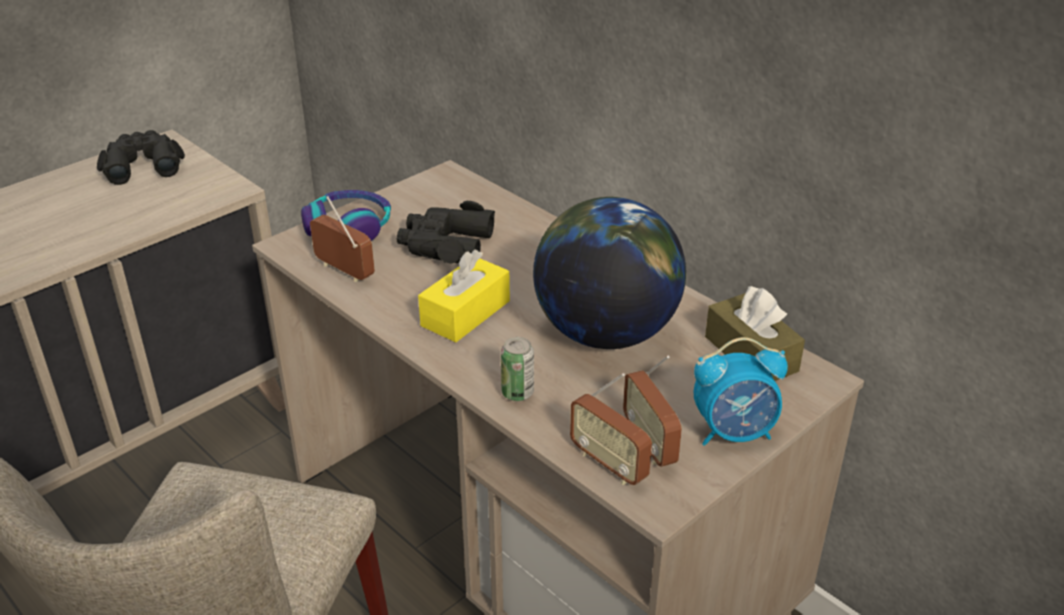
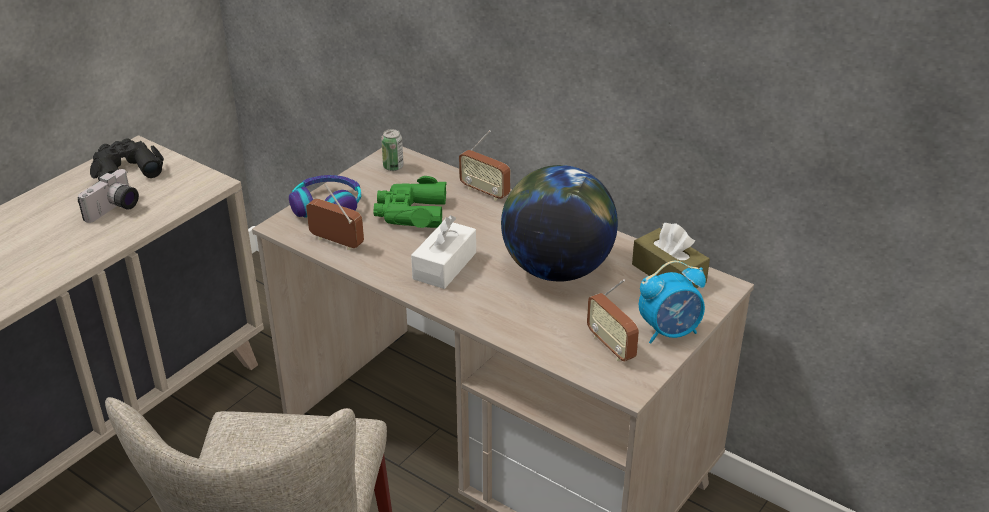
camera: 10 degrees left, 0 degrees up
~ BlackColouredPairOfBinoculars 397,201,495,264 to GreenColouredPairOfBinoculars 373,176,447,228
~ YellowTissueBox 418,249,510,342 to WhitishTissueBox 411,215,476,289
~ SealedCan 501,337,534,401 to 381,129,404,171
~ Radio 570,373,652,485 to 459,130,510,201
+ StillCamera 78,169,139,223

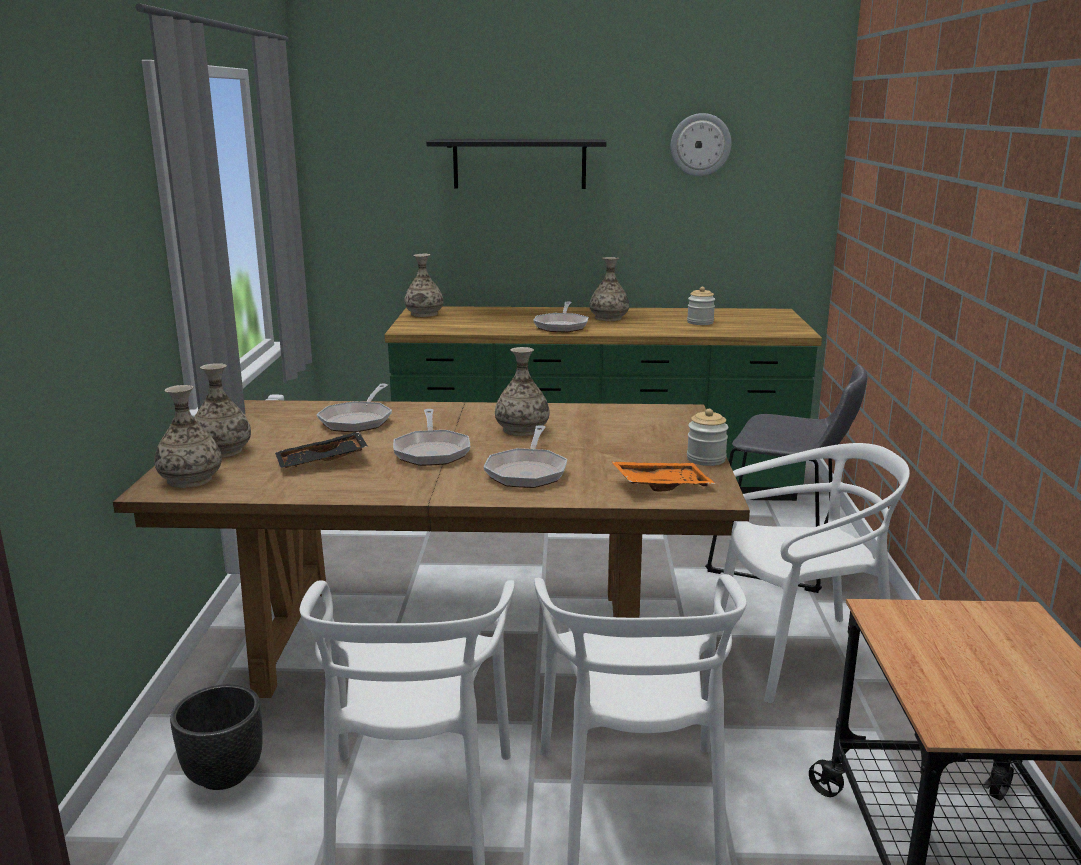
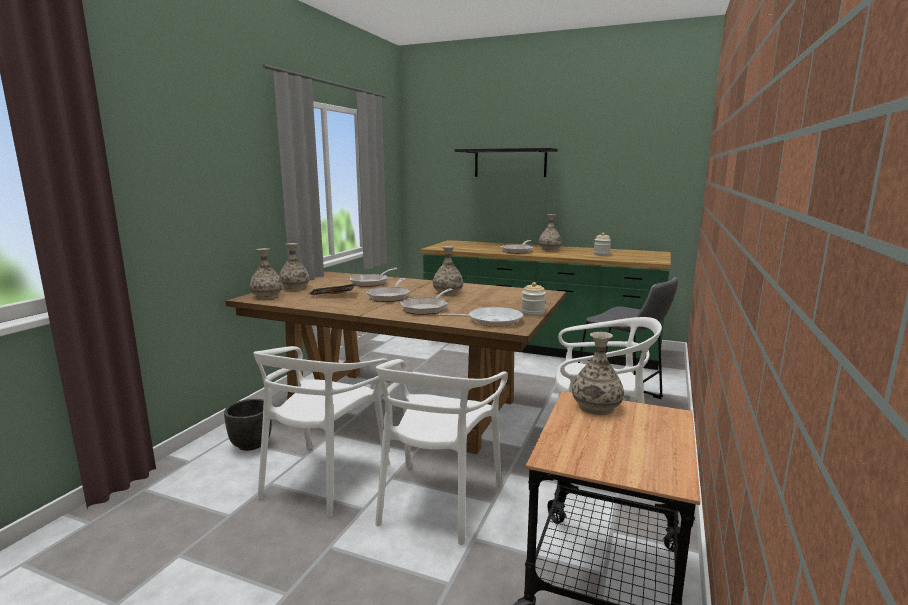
camera: 20 degrees right, 5 degrees down
- HangingClock 671,113,731,176
~ FlowerVase 404,254,443,317 to 572,332,624,415
~ OrangeColouredServingTray 611,461,715,491 to FryingPan 439,307,523,327

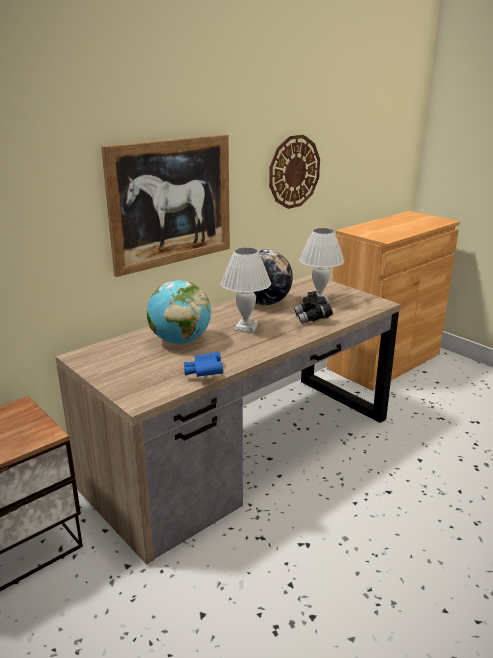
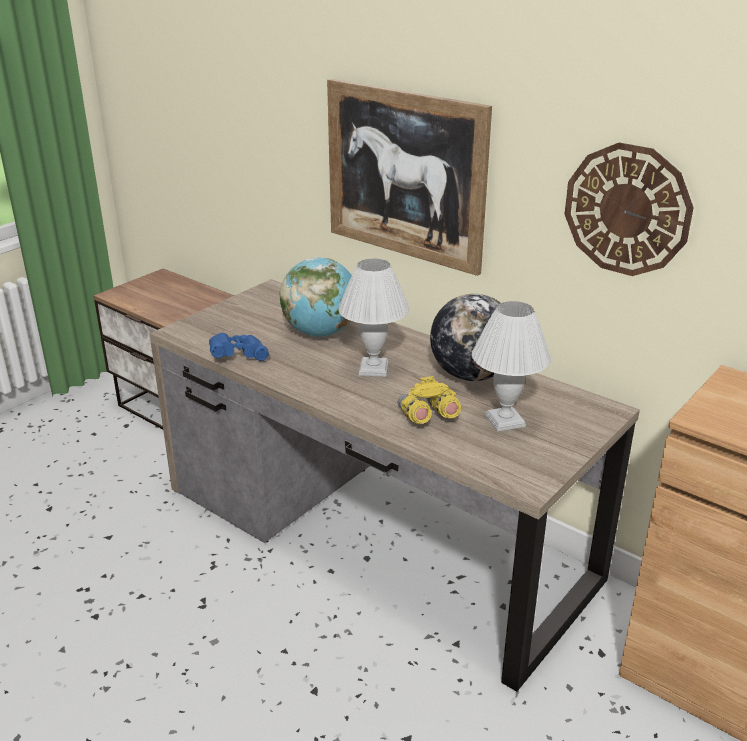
camera: 80 degrees right, 5 degrees up
~ BlackColouredPairOfBinoculars 294,291,333,324 to YellowPairOfBinoculars 398,376,461,424

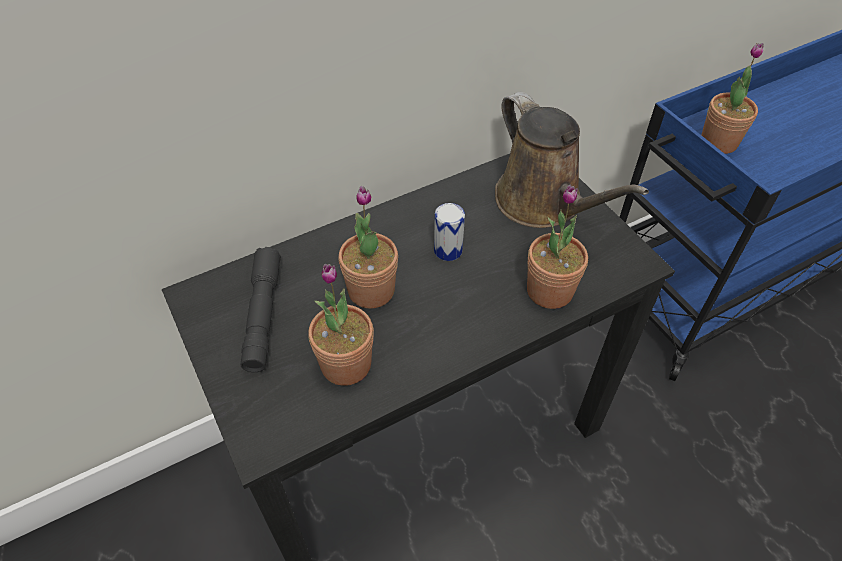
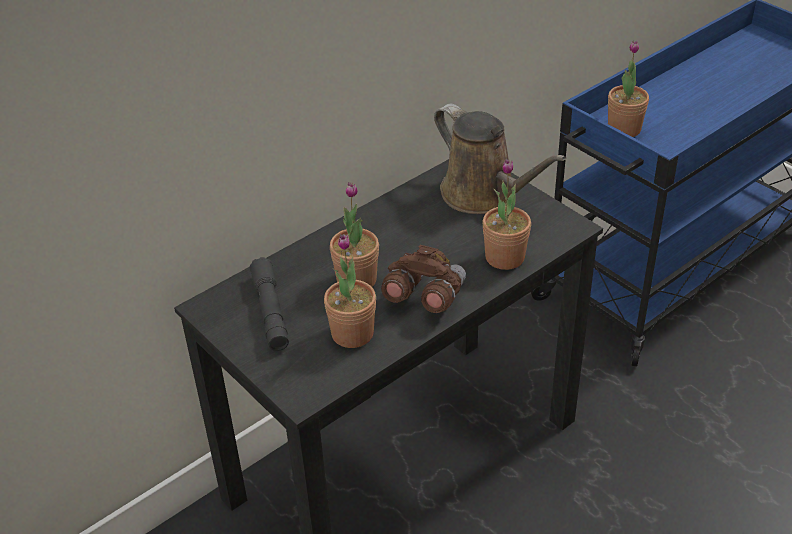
camera: 10 degrees left, 10 degrees down
- SealedCan 434,203,465,261
+ BrownishPairOfBinoculars 381,245,466,313

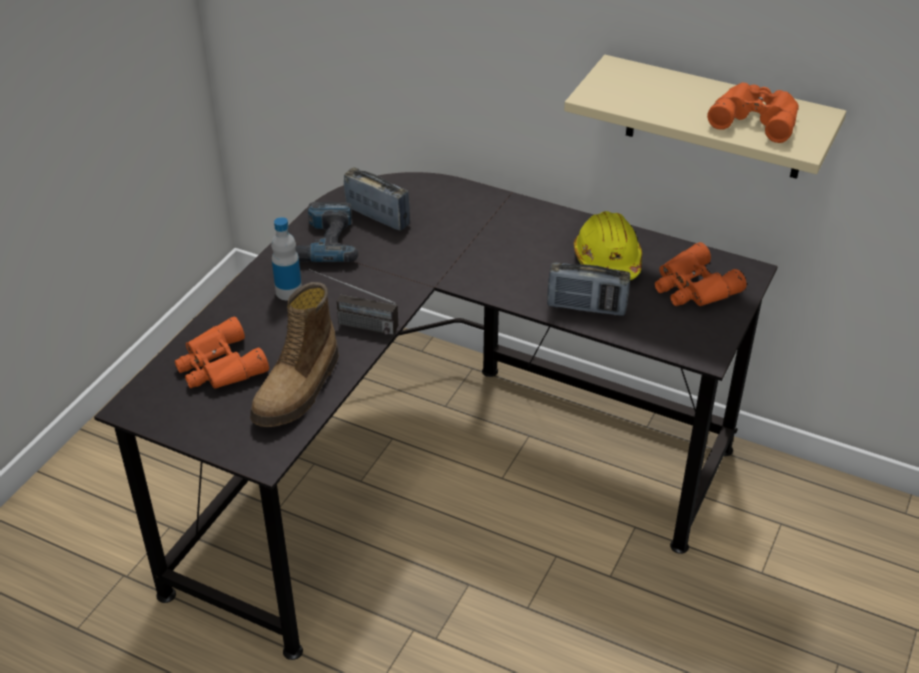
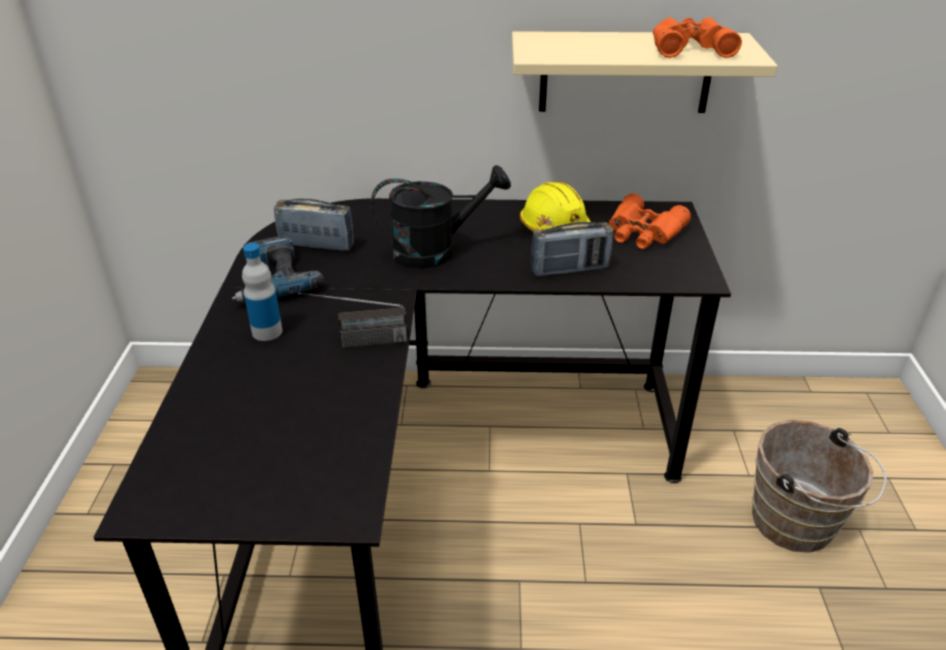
camera: 25 degrees left, 5 degrees down
- TallBoot 250,282,339,427
- OrangeColouredPairOfBinoculars 175,316,269,389
+ BlackColouredSprinklingCan 371,165,511,269
+ BrownishPail 752,420,886,553

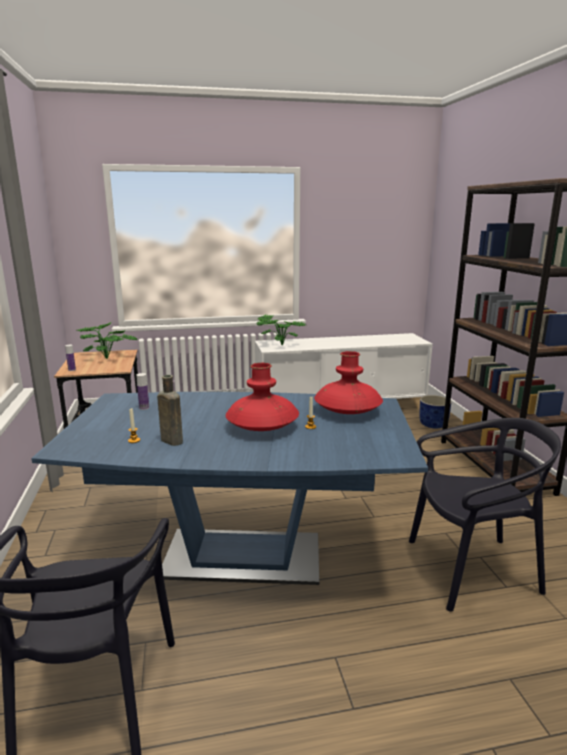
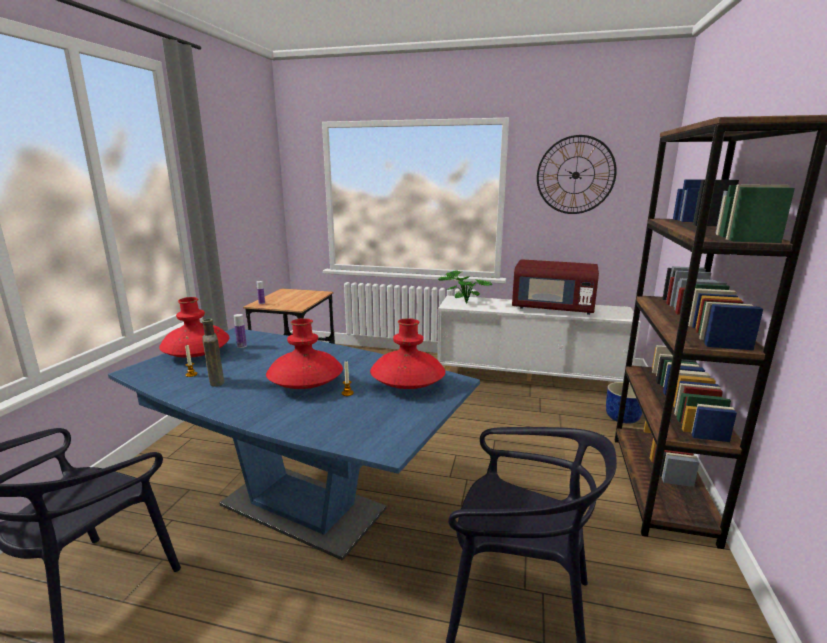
camera: 25 degrees right, 0 degrees up
- Houseplant 77,322,138,359
+ HangingClock 537,135,617,214
+ RedMicrowaveOven 512,259,599,315
+ RedFlowerVase 159,297,230,358

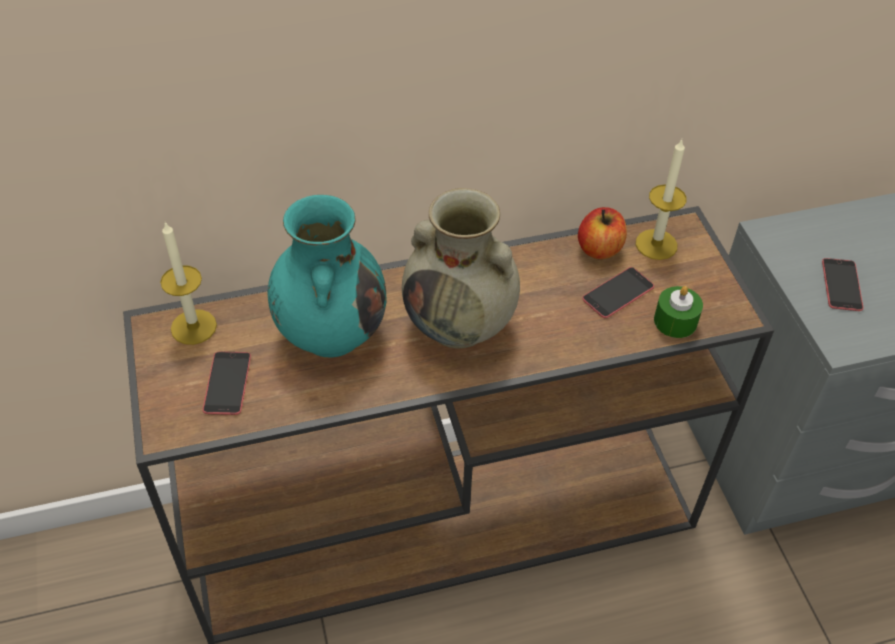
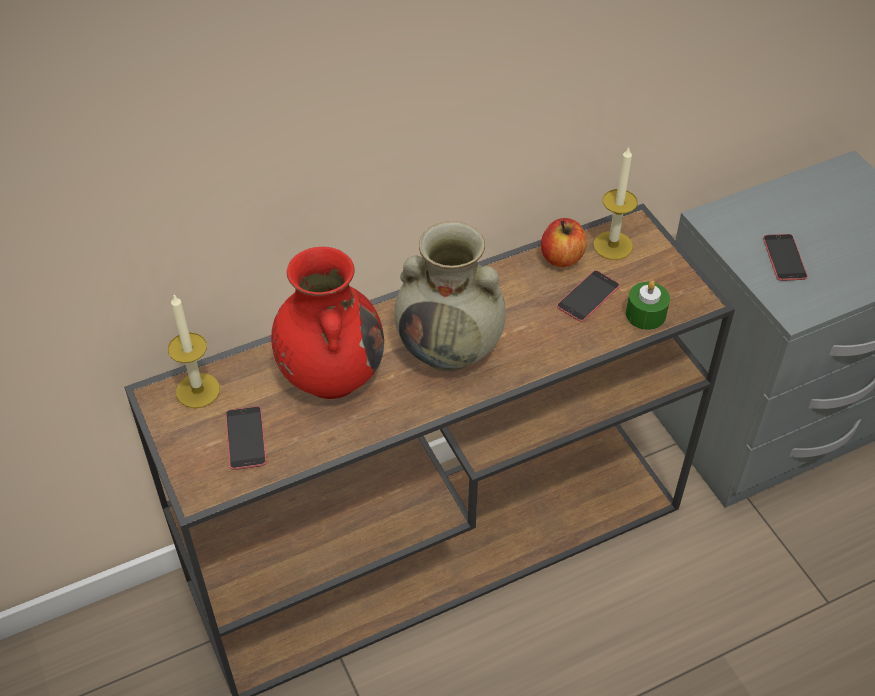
camera: 10 degrees left, 0 degrees up
~ TurquoiseFlowerVase 267,195,386,358 to RedFlowerVase 271,247,384,399

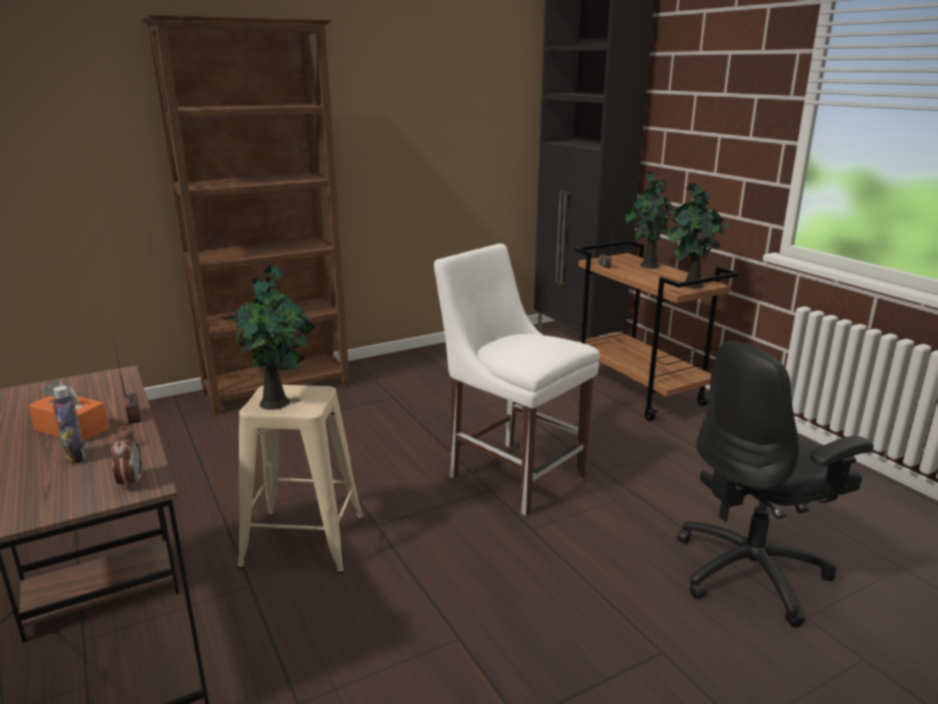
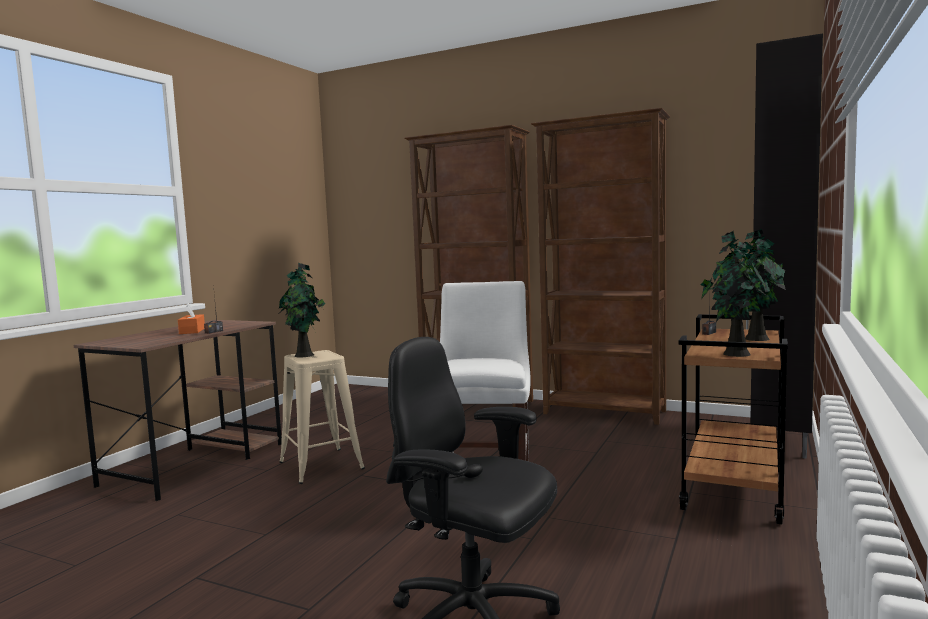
camera: 55 degrees right, 15 degrees down
- DrinkBottle 52,386,86,464
- BedsideClock 111,426,142,489
+ BrownishBookcase 531,108,670,425

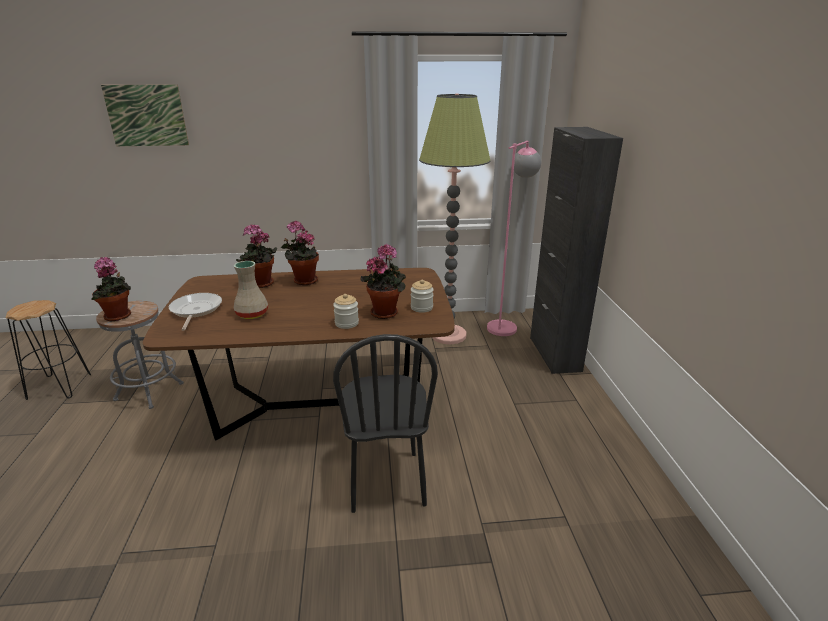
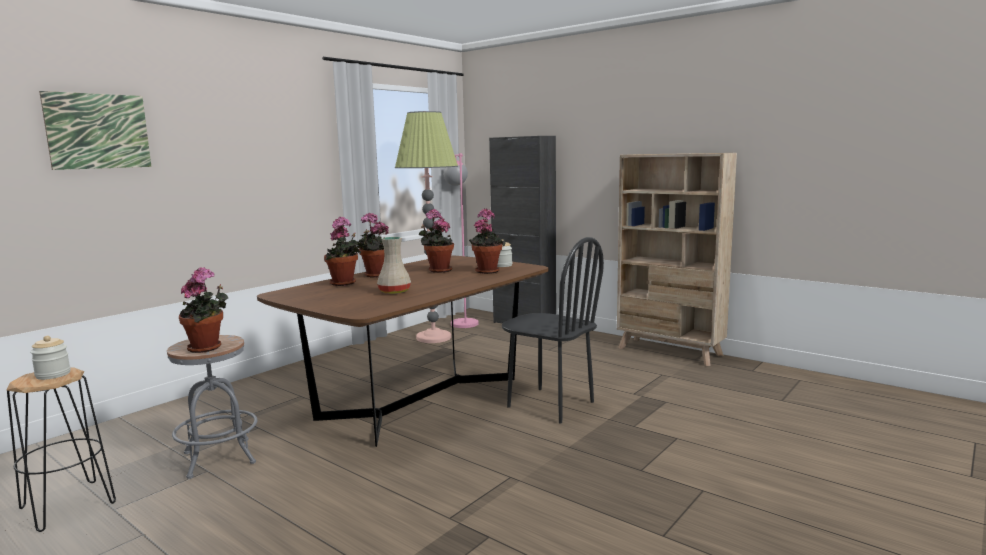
camera: 45 degrees left, 15 degrees down
- FryingPan 169,293,222,331
~ PreserveJar 333,294,359,329 to 30,336,71,380
+ SandColouredBookcase 617,153,737,366
+ Houseplant 419,209,454,273

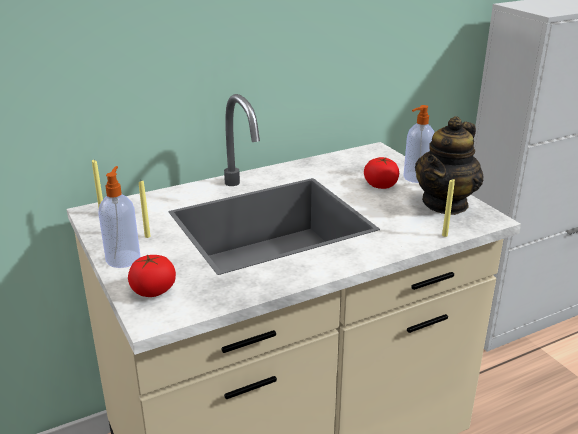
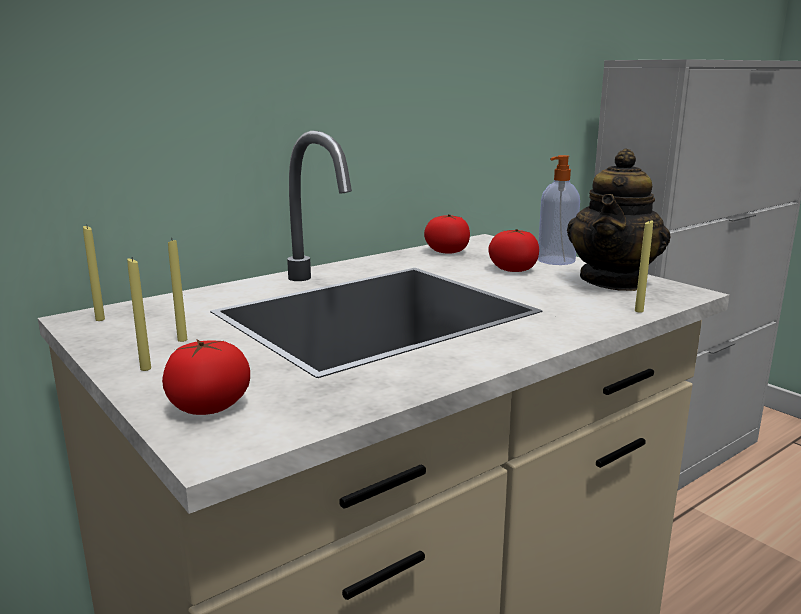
camera: 10 degrees left, 10 degrees down
~ LiquidSoapBottle 98,166,140,268 to YellowWaxCandle 127,258,151,371
+ Tomato 424,214,470,254

